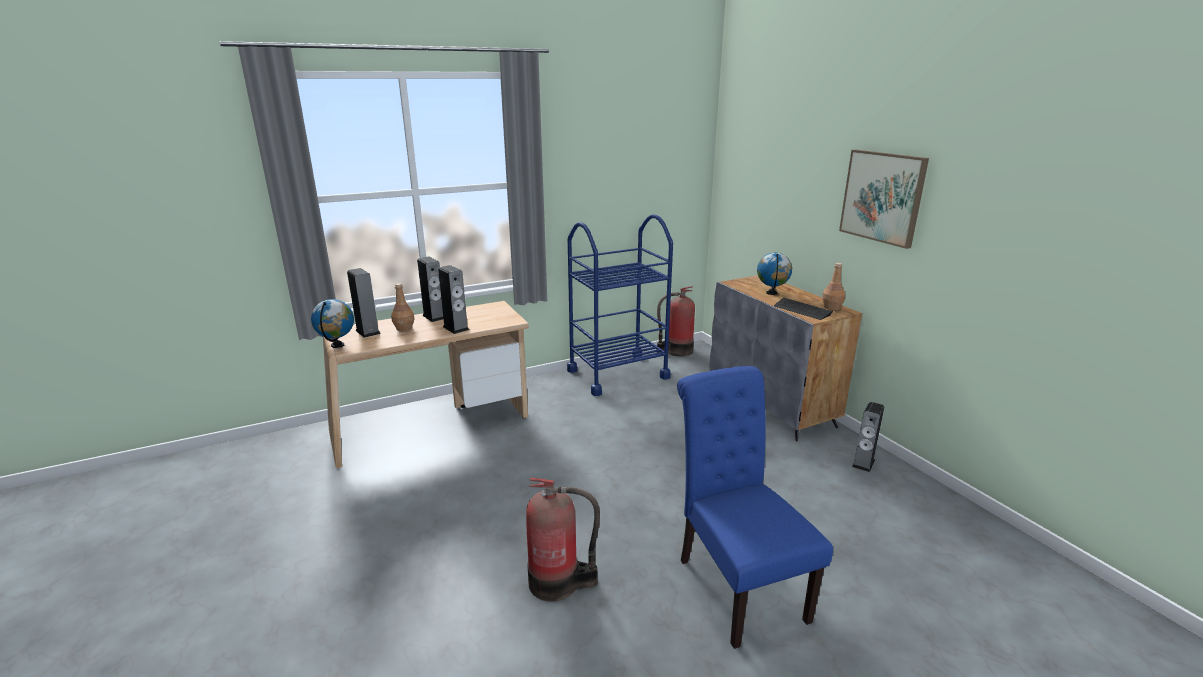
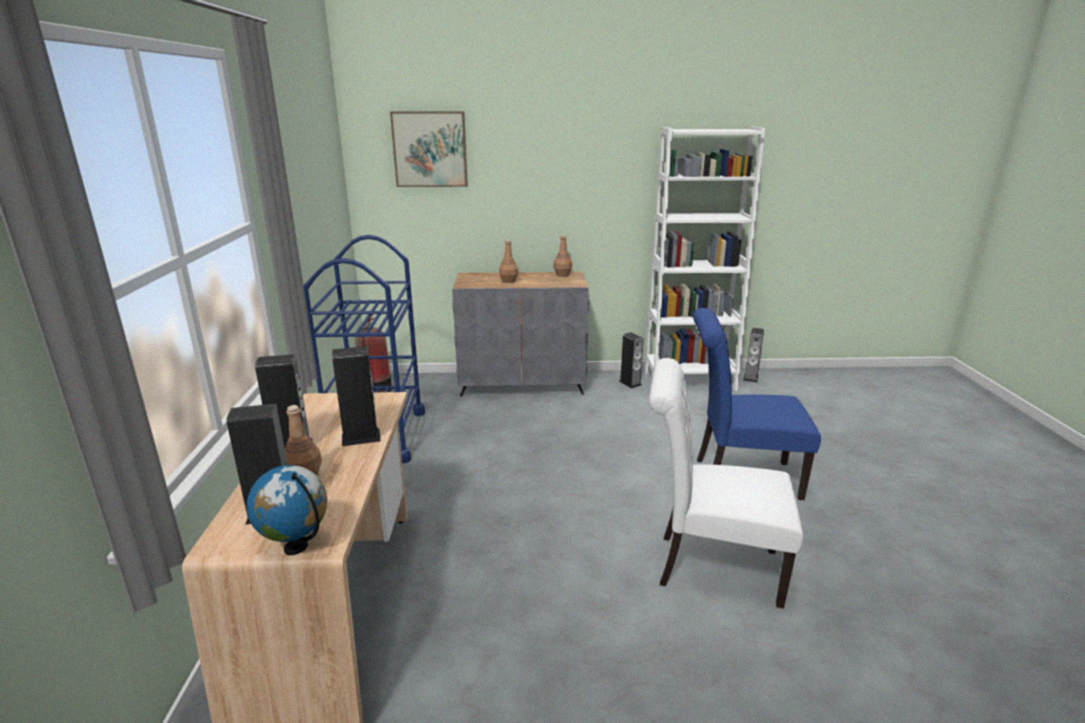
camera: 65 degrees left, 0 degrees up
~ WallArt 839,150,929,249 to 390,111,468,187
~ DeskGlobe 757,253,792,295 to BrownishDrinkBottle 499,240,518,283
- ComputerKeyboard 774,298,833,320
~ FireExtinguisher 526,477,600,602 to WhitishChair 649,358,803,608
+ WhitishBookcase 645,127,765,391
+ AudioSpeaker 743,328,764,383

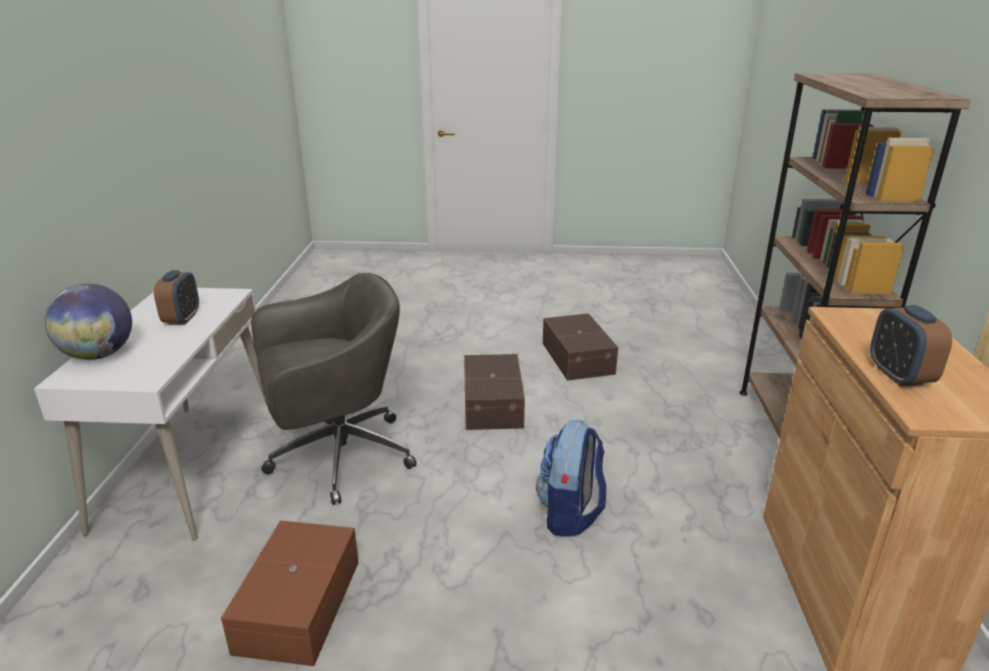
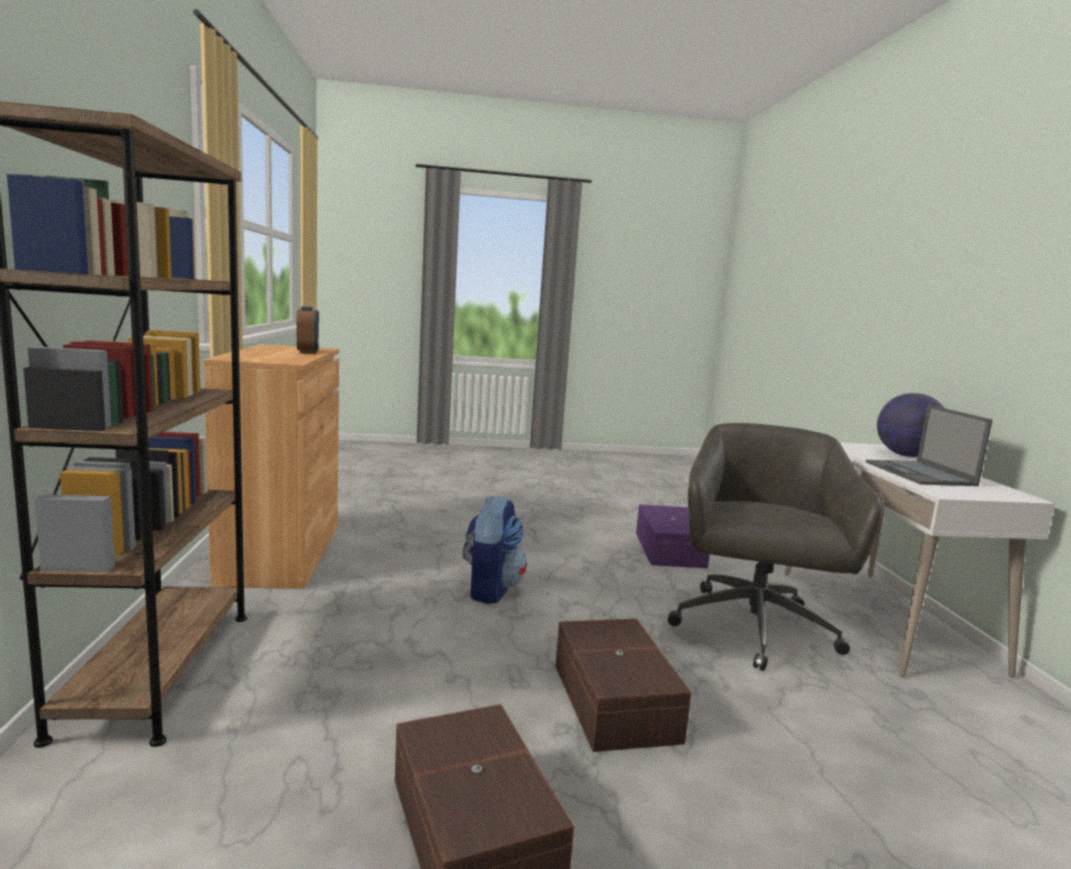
camera: 170 degrees right, 15 degrees down
~ BedsideClock 154,270,199,325 to PortableComputer 866,405,992,486
~ GreyishDeskChair 251,273,417,505 = 668,423,884,671 135 degrees clockwise
~ BrownishStorageBin 221,520,359,666 to PurpleColouredStorageBin 636,504,710,568

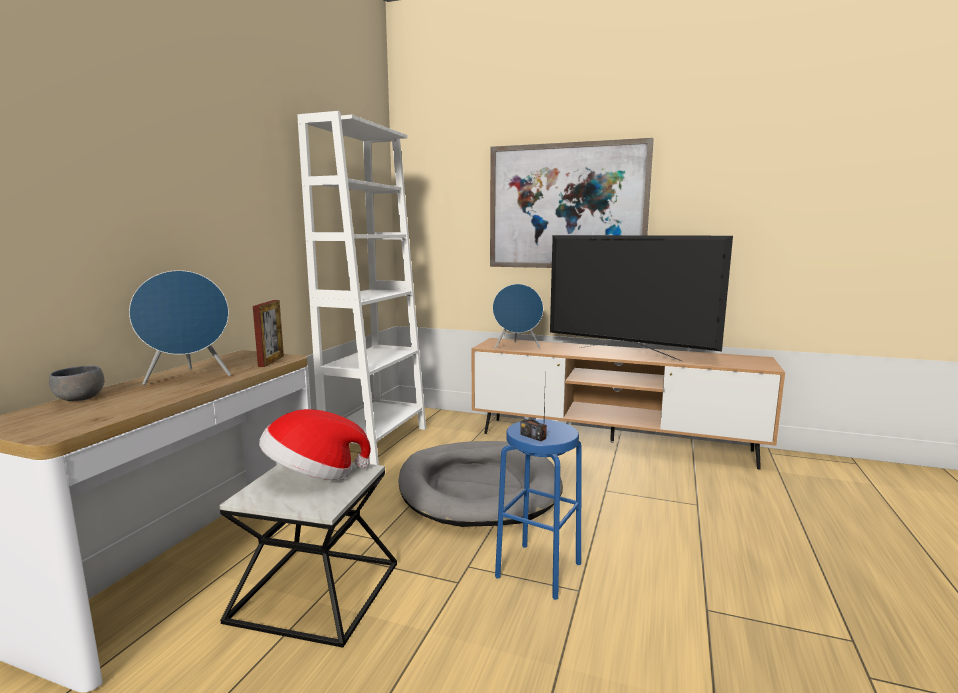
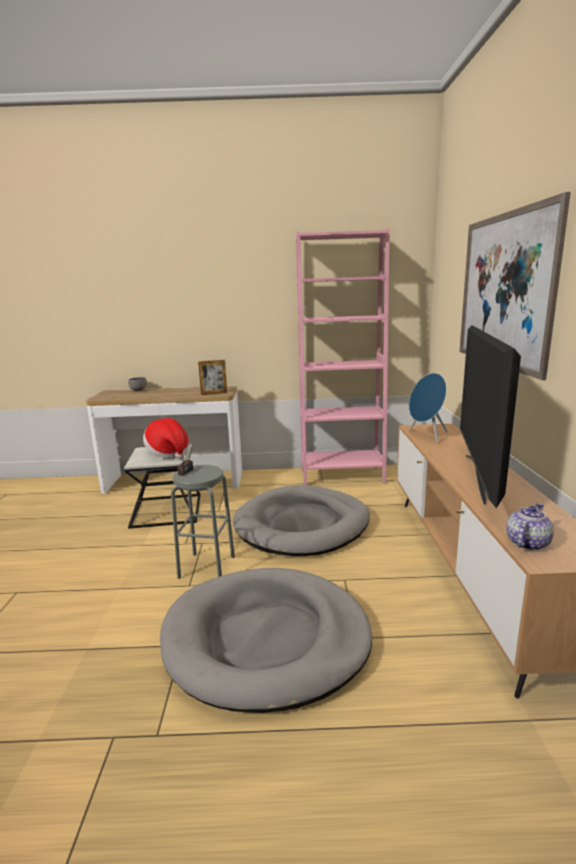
camera: 70 degrees right, 5 degrees up
~ WhitishBookcase 297,111,426,465 to PinkBookcase 296,228,390,485
- BluishAudioSpeaker 129,270,231,385
~ BluishStoolSeat 495,419,582,600 to GreyishStoolSeat 171,465,235,579
+ TeaPot 506,503,554,550
+ GreyishDogBed 160,568,372,713

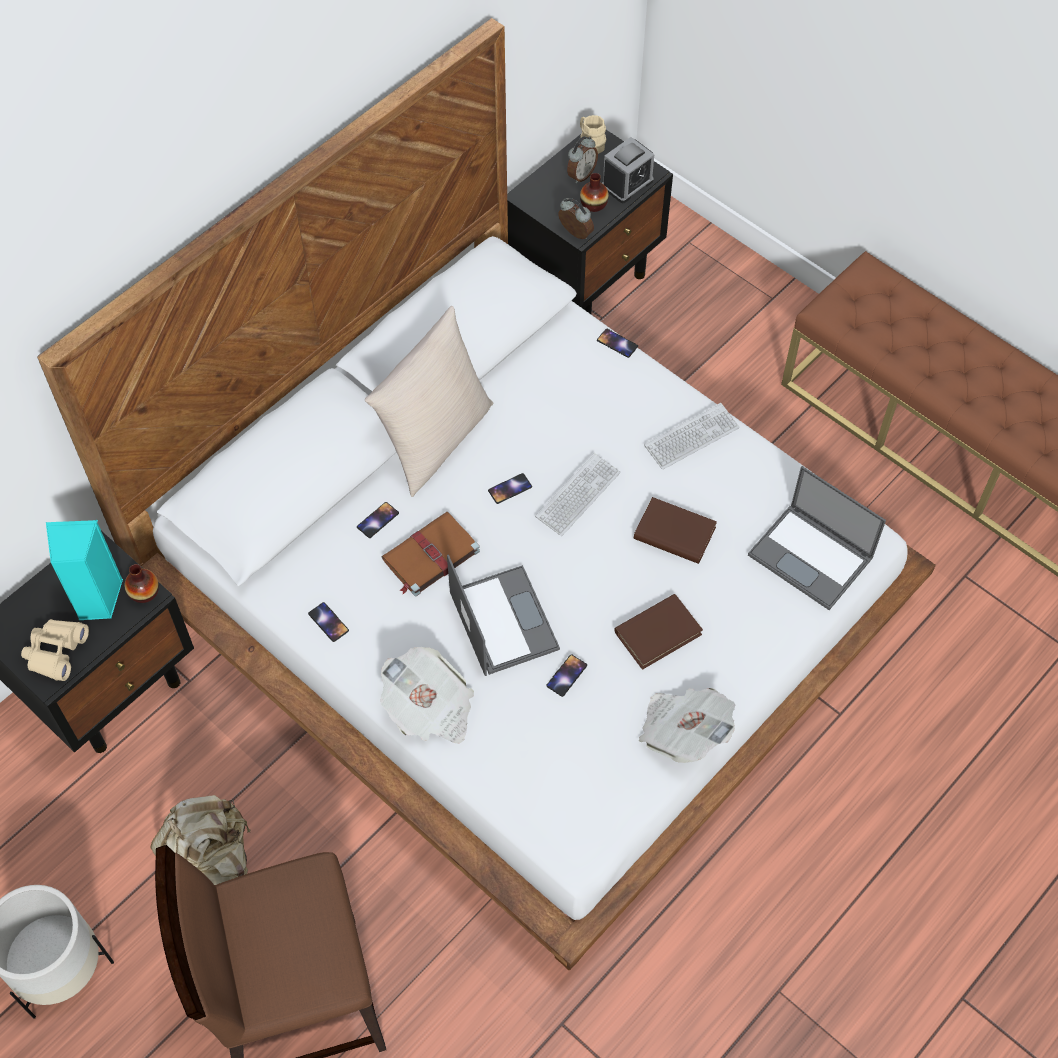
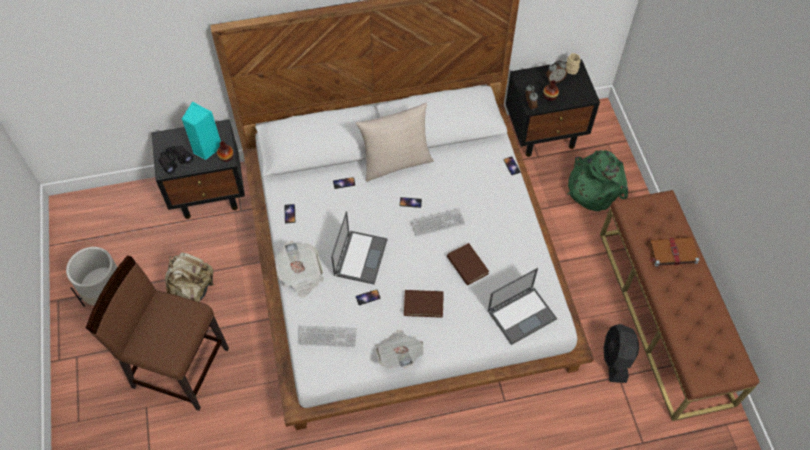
camera: 35 degrees right, 0 degrees up
- BedsideClock 602,137,654,203
~ ComputerKeyboard 644,403,739,470 to 299,326,357,347
~ PortableComputer 748,466,886,610 = 488,268,557,345 105 degrees counterclockwise
~ BrownishBoundBook 382,512,480,596 to 649,237,699,267
~ SandColouredPairOfBinoculars 21,619,89,681 to BlackColouredPairOfBinoculars 159,146,193,174
+ GreenColouredRucksack 567,150,628,211
+ BlackColouredElectricFan 604,324,639,383

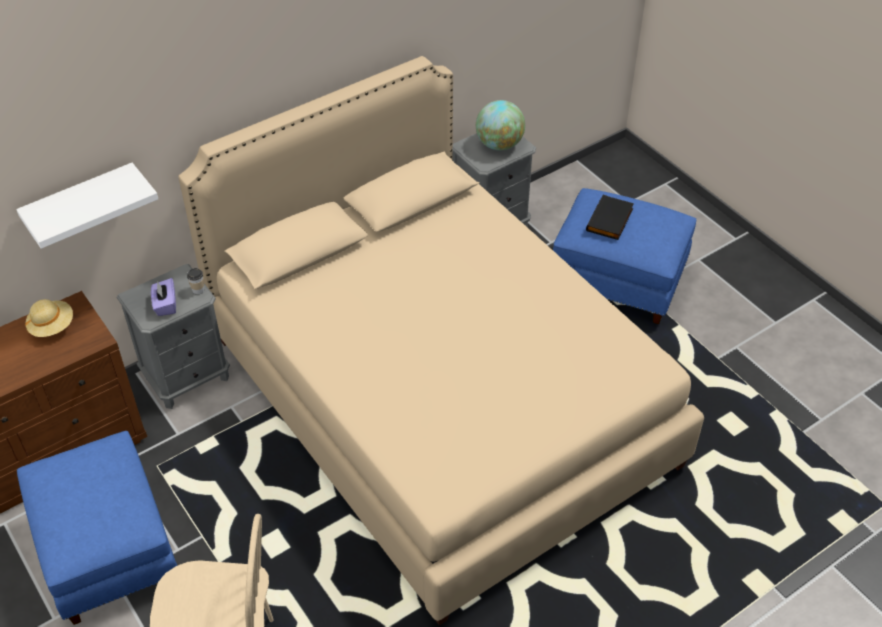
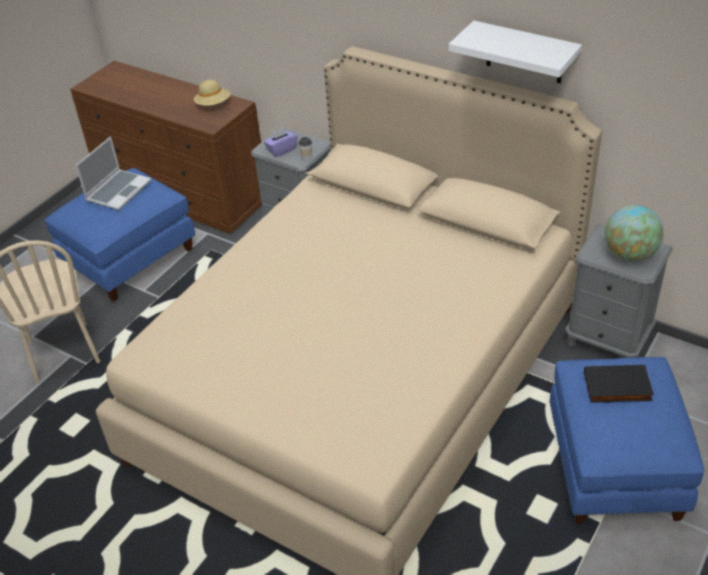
camera: 70 degrees right, 5 degrees down
~ WhitishWallShelf 16,163,158,249 to 449,21,582,83
+ PortableComputer 75,136,151,210

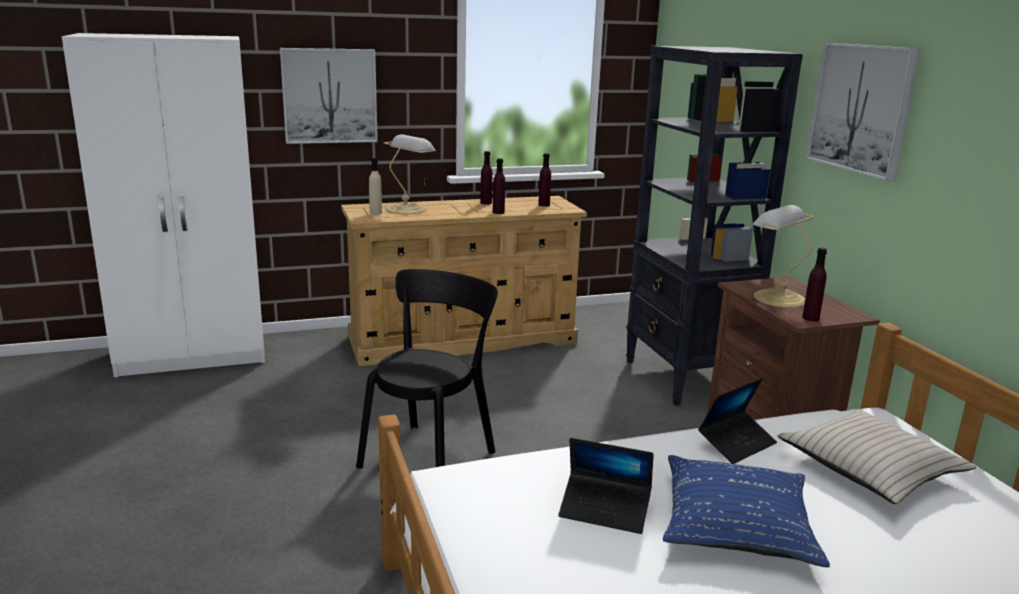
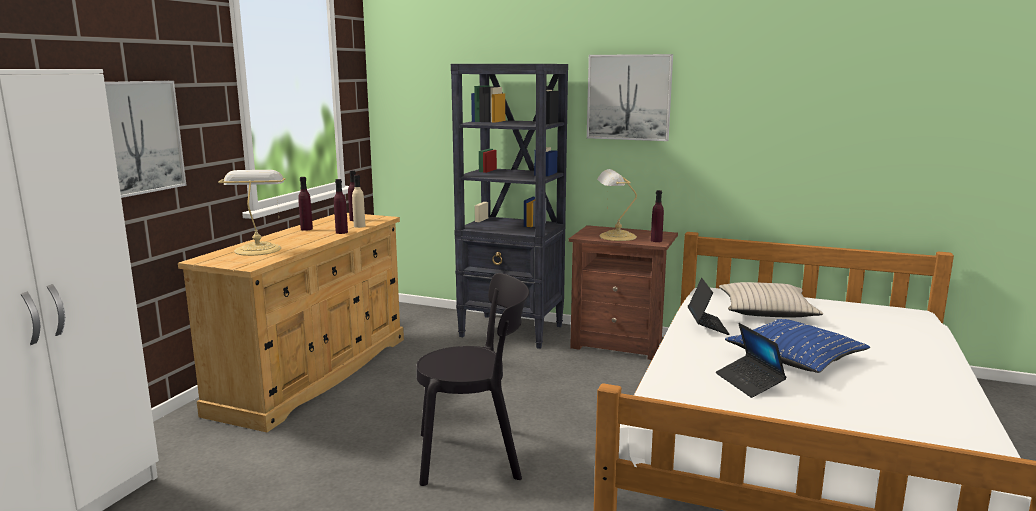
camera: 50 degrees left, 5 degrees down
~ SandColouredDrinkBottle 369,157,382,214 to 352,175,366,228
~ BlackColouredChair 356,269,498,469 = 417,273,529,486 105 degrees clockwise
~ PortableComputer 558,438,654,534 = 716,323,787,398 105 degrees clockwise

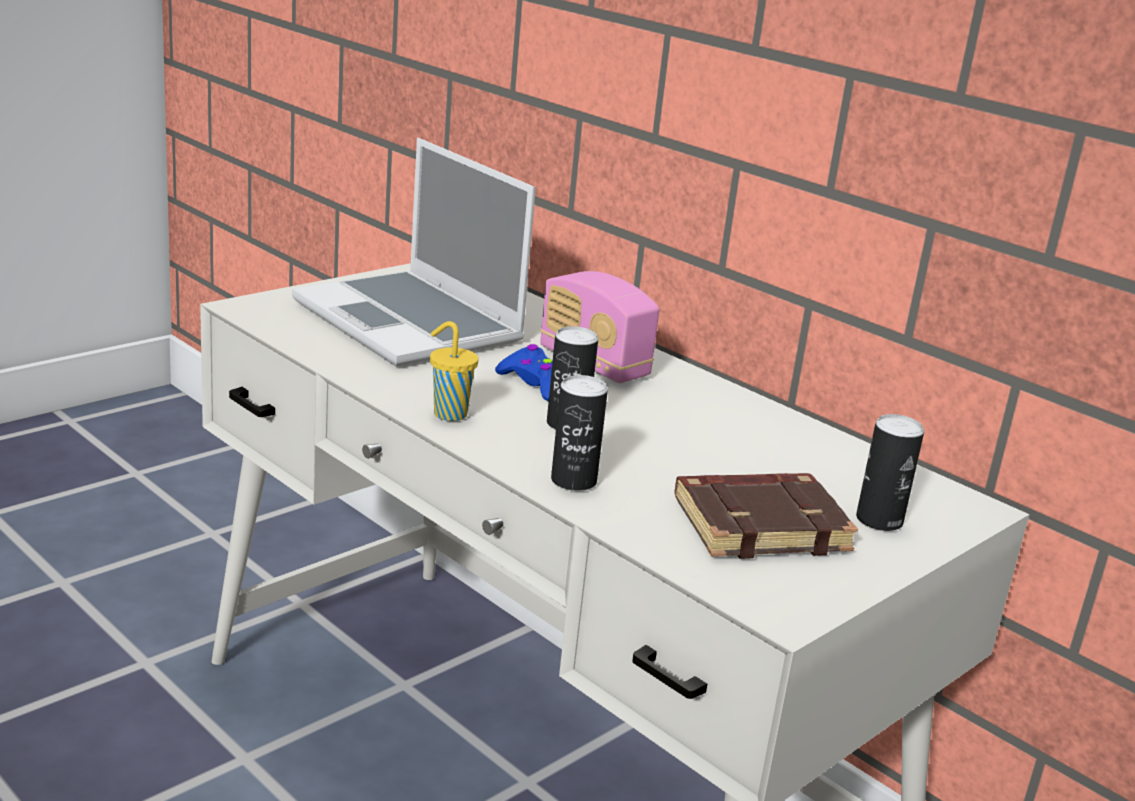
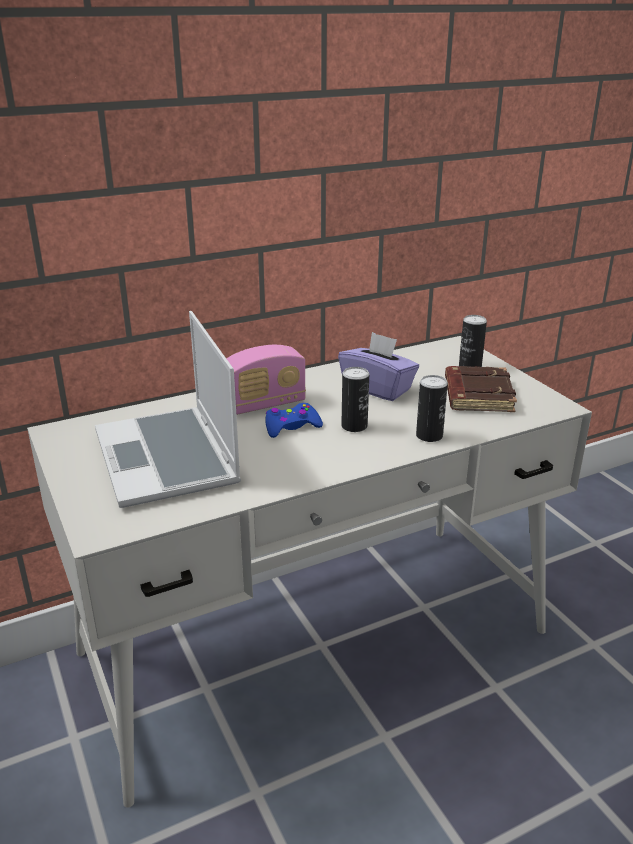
camera: 70 degrees left, 5 degrees up
~ PortableComputer 292,138,536,367 = 95,311,241,508 90 degrees clockwise
- YellowSmallCup 430,321,479,421
+ PurpleColouredTissueBox 338,332,419,401

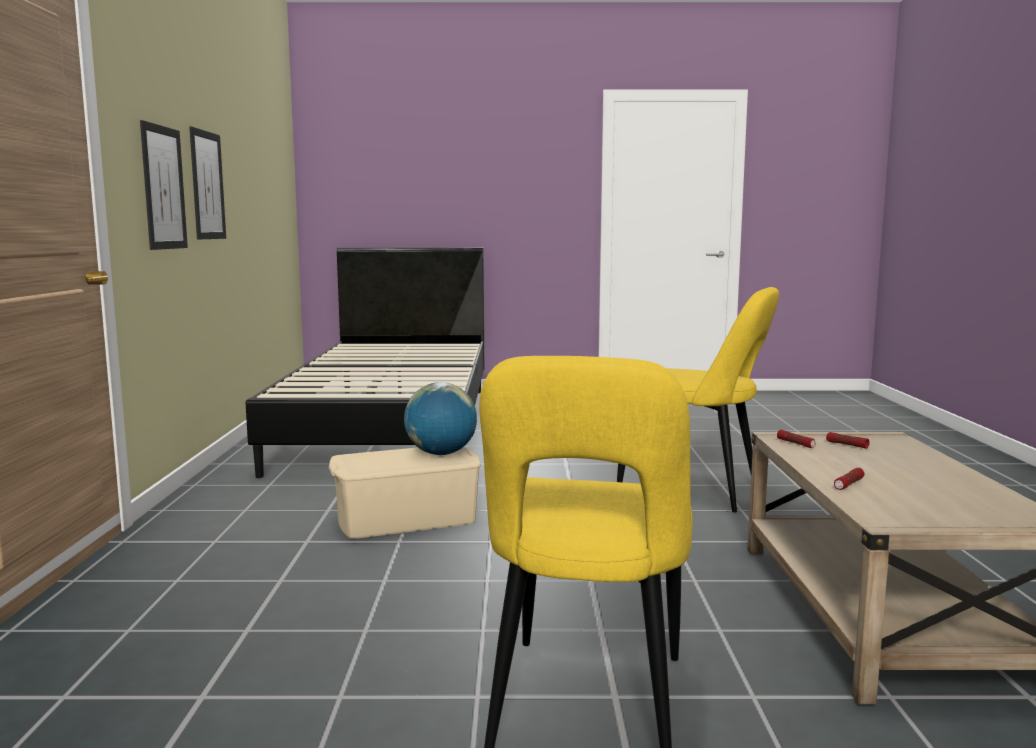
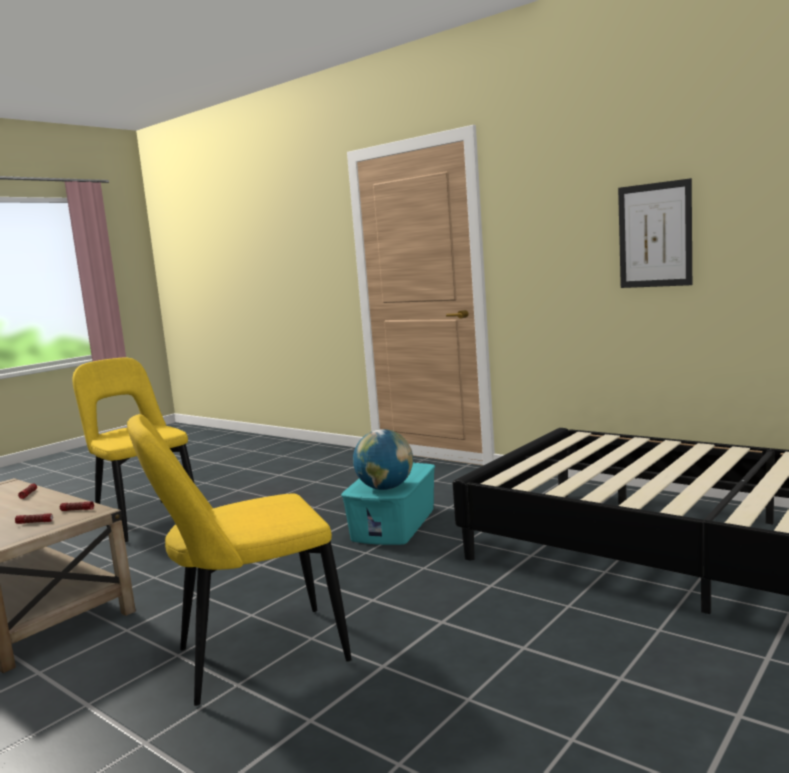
camera: 130 degrees right, 0 degrees up
- WallArt 140,120,188,250
~ SandColouredStorageBin 329,447,481,539 to TurquoiseStorageBin 341,463,435,545

